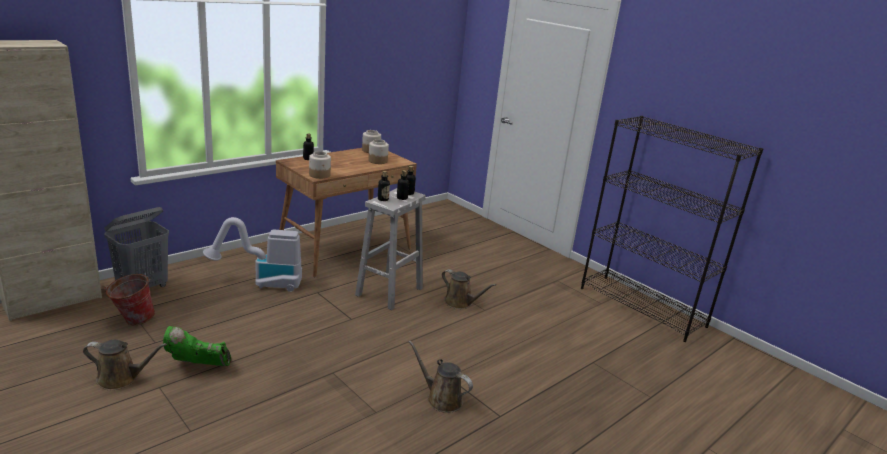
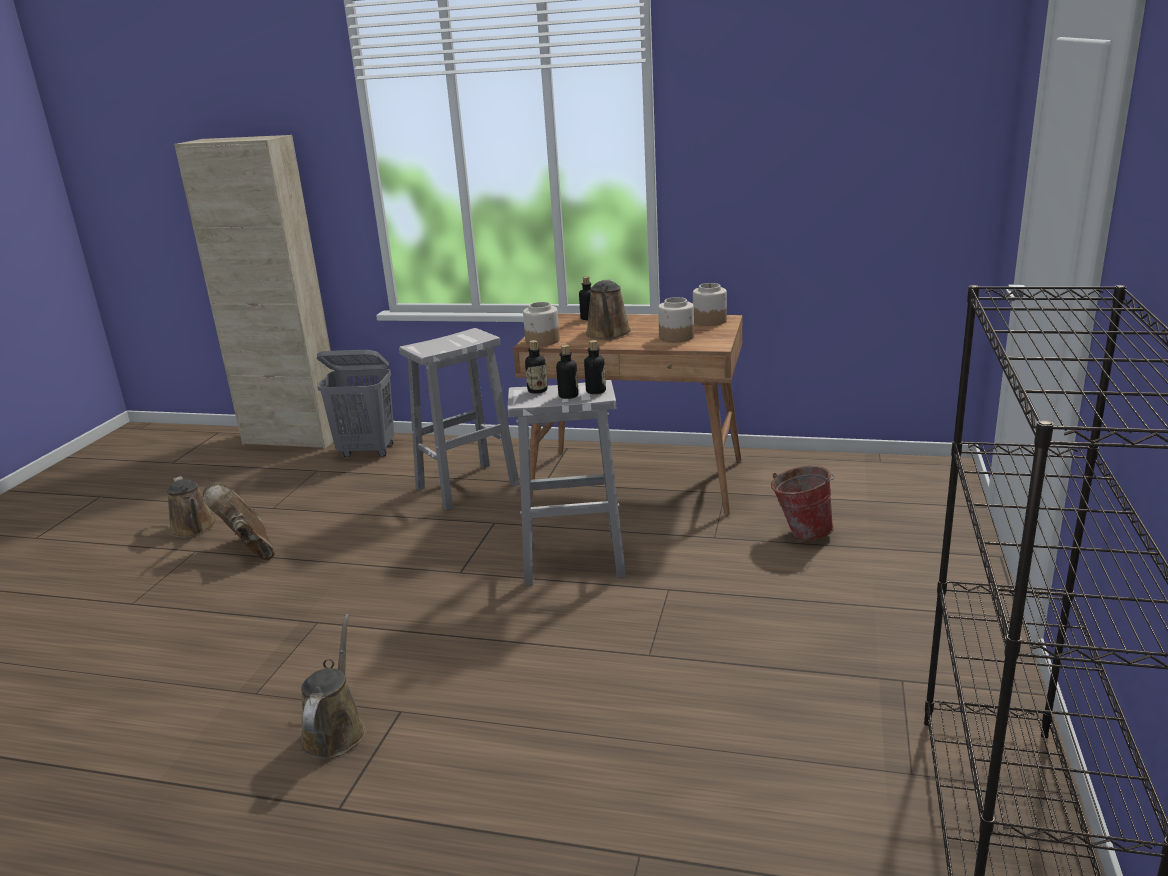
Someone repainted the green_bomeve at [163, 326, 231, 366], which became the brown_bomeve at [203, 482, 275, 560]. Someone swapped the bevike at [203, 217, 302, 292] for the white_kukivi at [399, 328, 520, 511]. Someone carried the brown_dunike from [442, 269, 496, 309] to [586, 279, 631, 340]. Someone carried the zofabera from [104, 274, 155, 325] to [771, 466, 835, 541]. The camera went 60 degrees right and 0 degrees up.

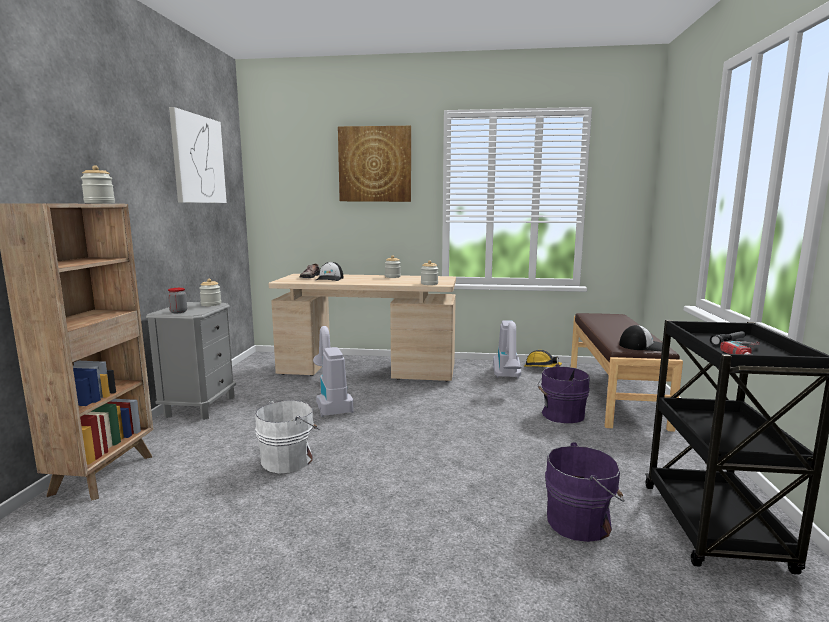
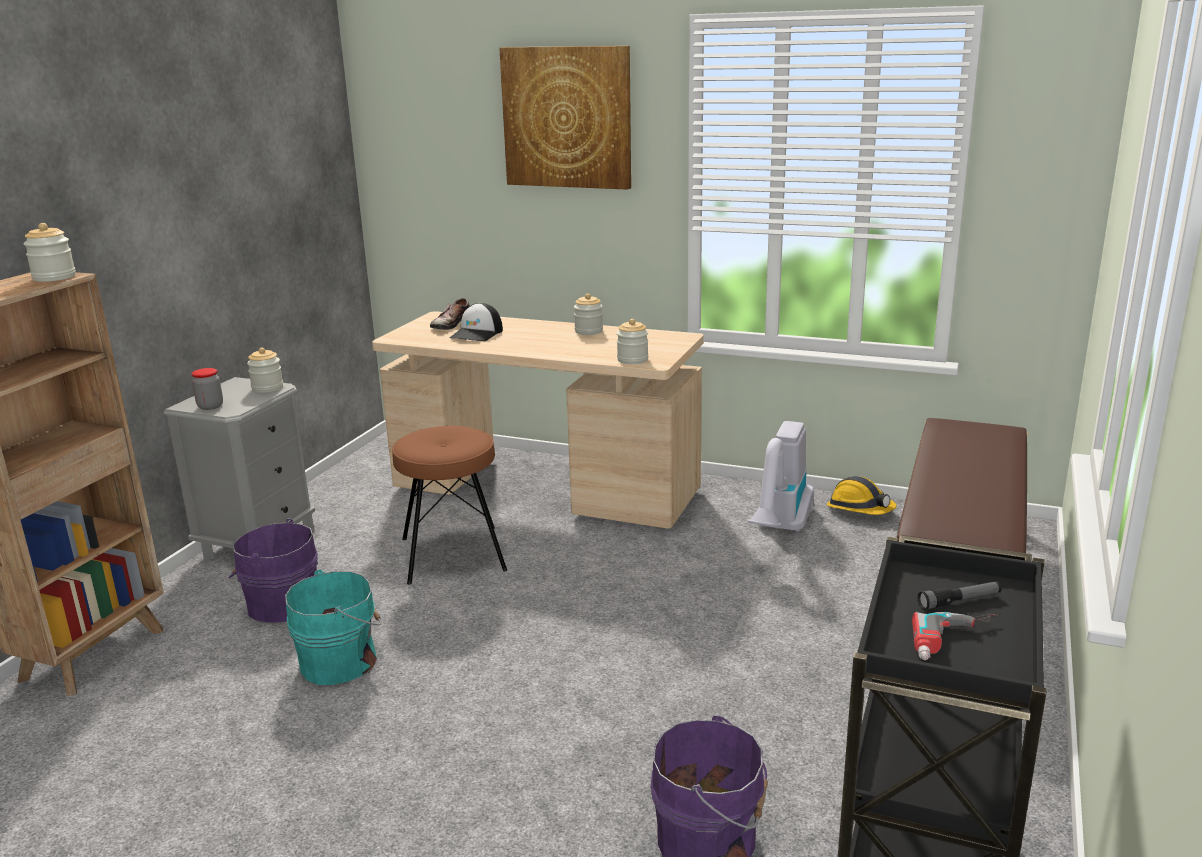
Someone carried the purple_zofabera from [538, 364, 590, 423] to [229, 519, 318, 623]. Someone repainted the white_zofabera at [255, 400, 320, 474], which became the turquoise_zofabera at [285, 569, 382, 685]. Someone swapped the bevike at [313, 326, 354, 417] for the brown_kukivi at [392, 426, 507, 585]. Someone took away the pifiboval at [169, 107, 227, 203]. Someone took away the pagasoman at [619, 325, 663, 351]. The camera went 15 degrees right and 10 degrees up.

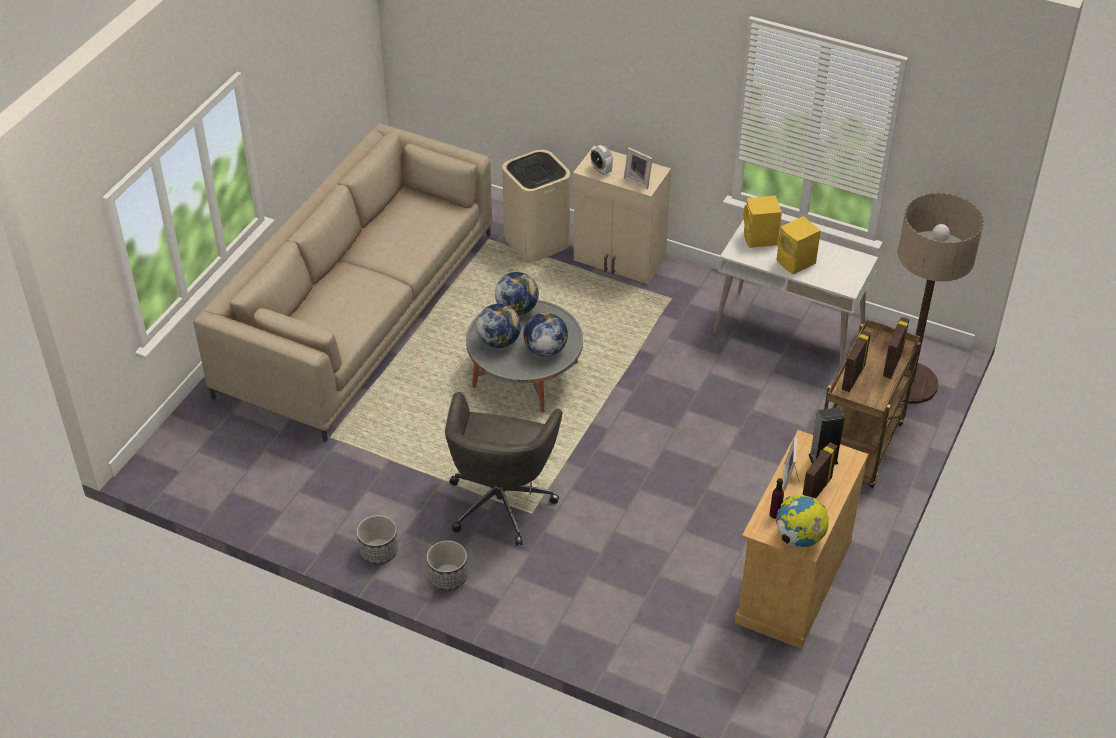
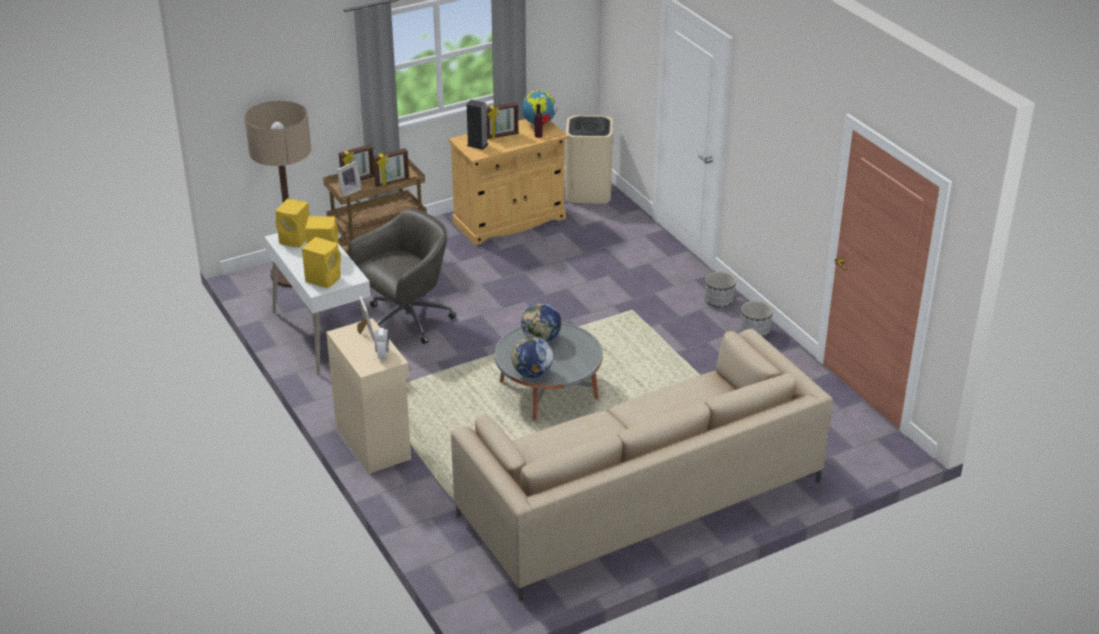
Someone put down the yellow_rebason at [275, 198, 310, 247]. Someone carried the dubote from [783, 436, 799, 490] to [337, 161, 362, 196]. Someone carried the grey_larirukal from [445, 392, 562, 545] to [348, 209, 456, 344]. Someone carried the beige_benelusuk from [502, 150, 570, 262] to [565, 115, 613, 204]. Someone took away the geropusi at [476, 304, 521, 348]. The camera went 145 degrees left and 10 degrees down.

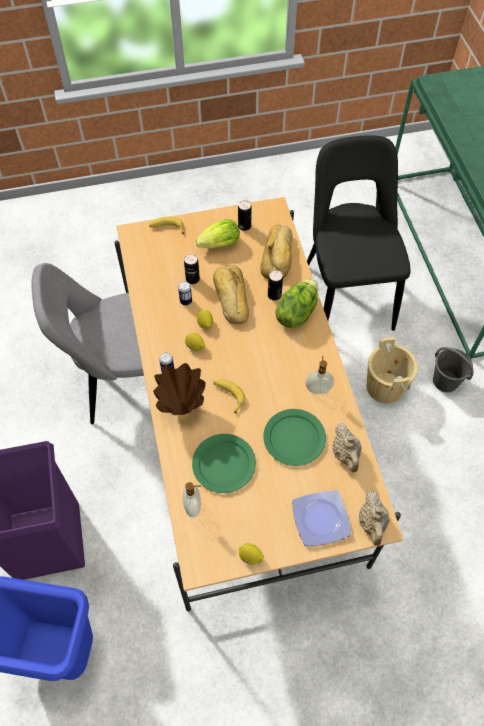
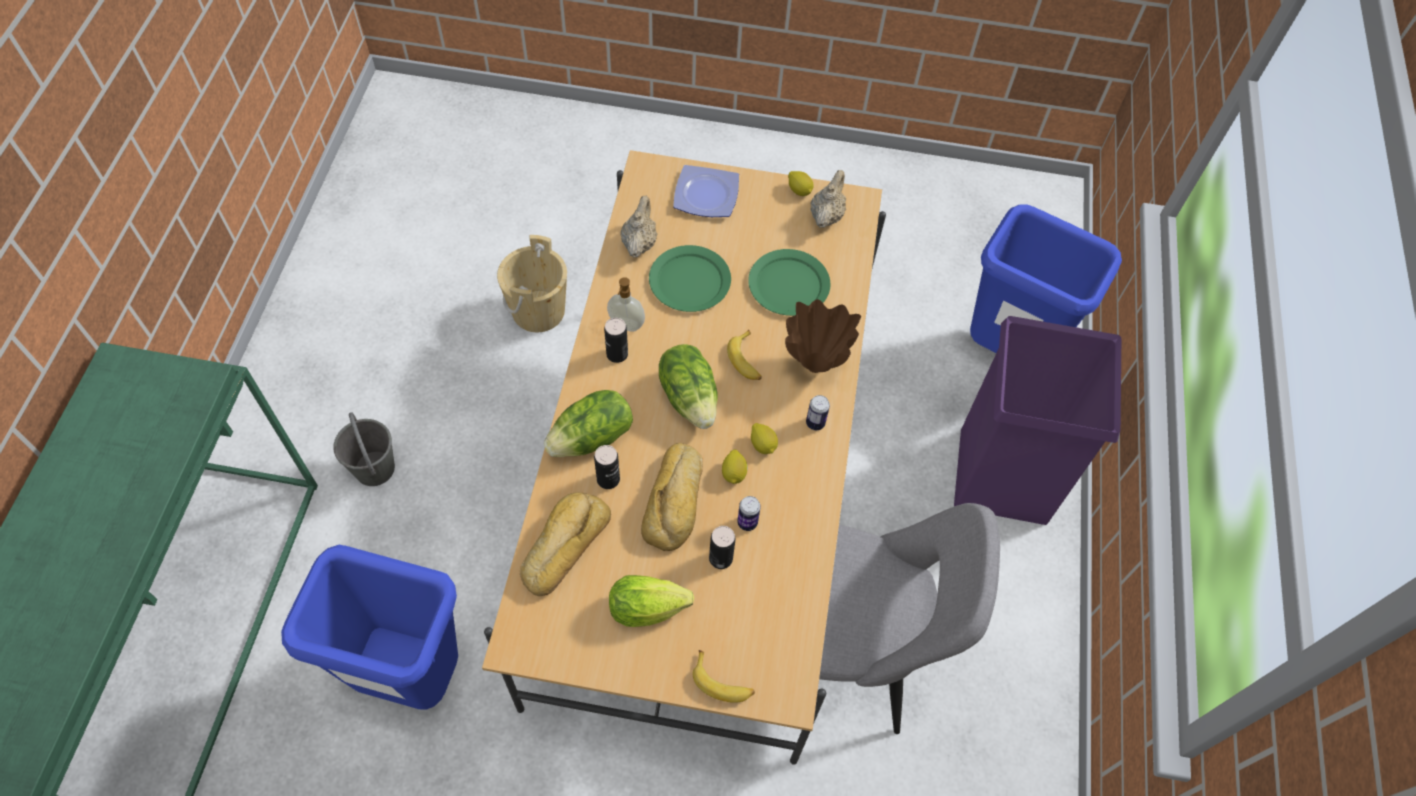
Someone swapped the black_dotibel at [307, 135, 410, 331] for the blue_benelusuk at [281, 545, 458, 710]. Someone carried the beige_zofabera from [367, 337, 418, 404] to [497, 235, 567, 332]. Someone carried the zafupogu from [238, 200, 252, 231] to [604, 318, 628, 363]. Someone put down the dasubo at [659, 344, 718, 429]. Someone carried the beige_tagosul from [359, 491, 390, 546] to [811, 170, 846, 228]. Someone took away the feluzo at [183, 482, 201, 517]. The camera went 160 degrees left and 0 degrees up.

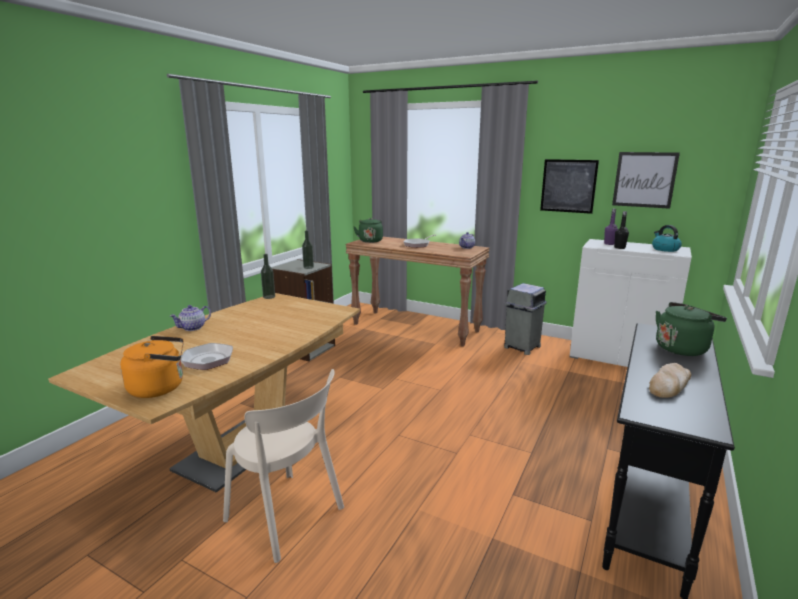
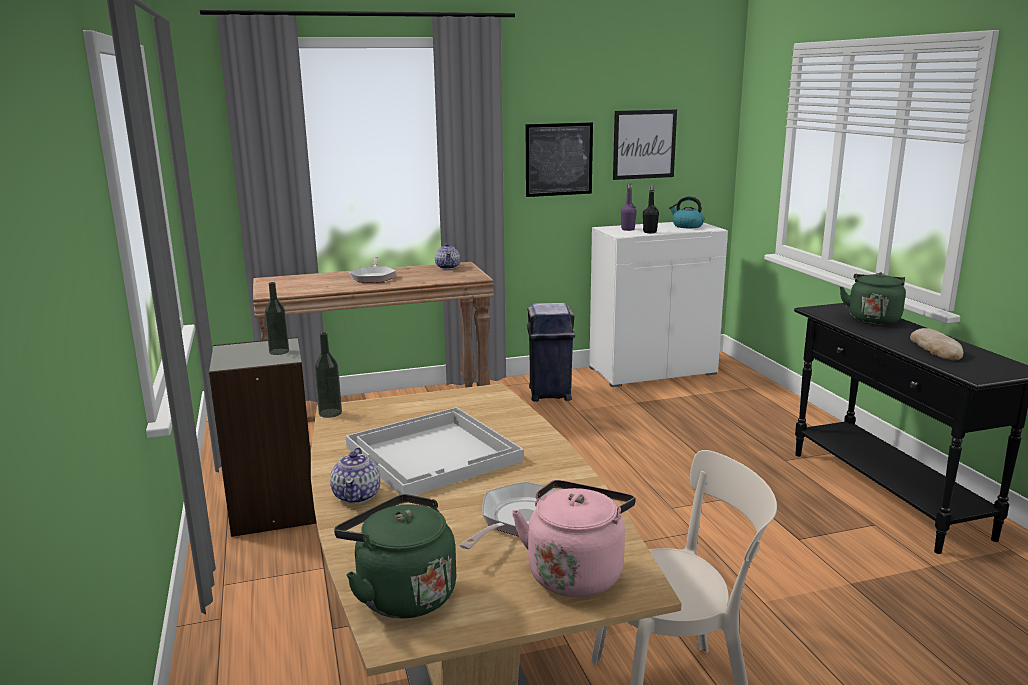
Someone carried the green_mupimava from [354, 218, 383, 243] to [334, 494, 456, 619]. Someone put down the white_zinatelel at [346, 407, 524, 496]. Someone repainted the orange_mupimava at [120, 336, 184, 398], which became the pink_mupimava at [512, 480, 636, 597]. Someone repainted the grey_benelusuk at [504, 283, 547, 355], which became the blue_benelusuk at [527, 303, 575, 401]. The camera went 45 degrees left and 0 degrees up.

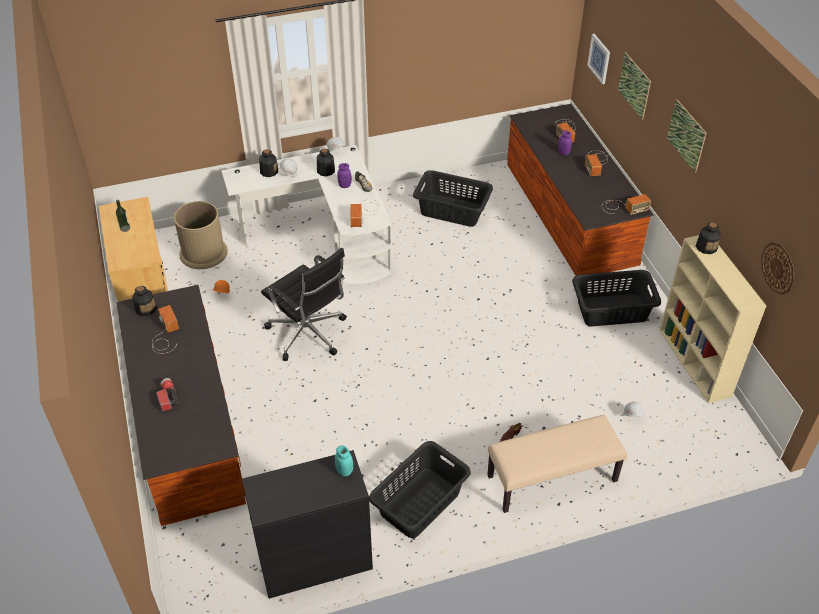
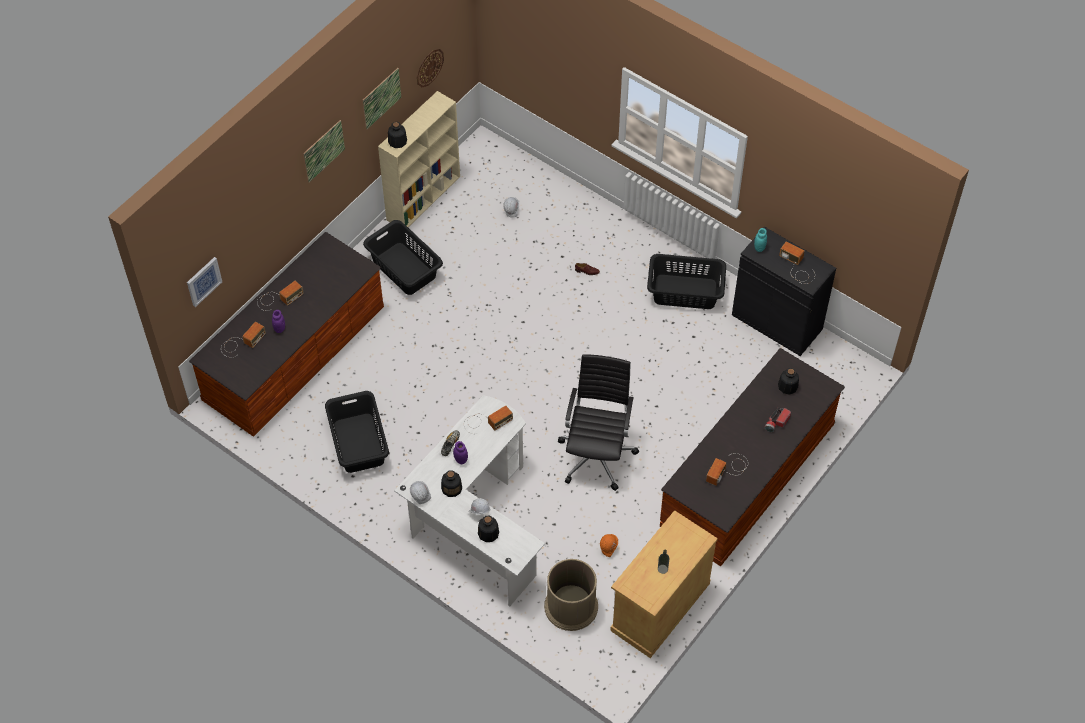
Someone carried the pifiboval from [618, 52, 651, 120] to [363, 68, 401, 129]. Someone carried the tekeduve from [132, 286, 157, 316] to [778, 368, 799, 395]. Someone carried the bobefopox from [602, 194, 651, 215] to [779, 241, 815, 284]. Someone took away the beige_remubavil at [487, 415, 627, 513]. The camera went 125 degrees left and 10 degrees up.

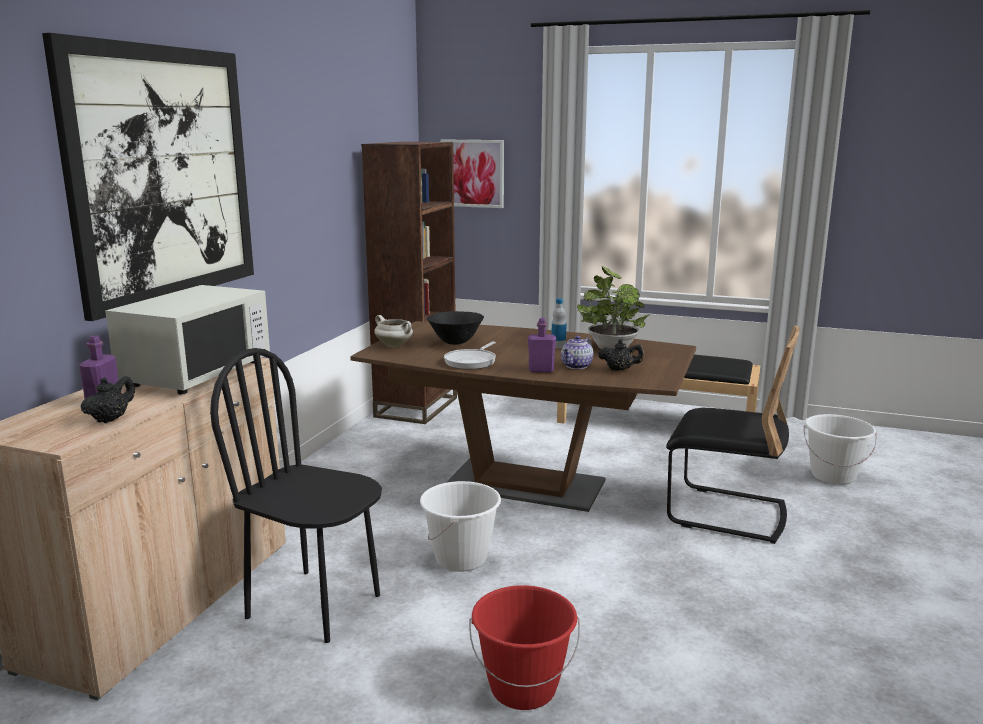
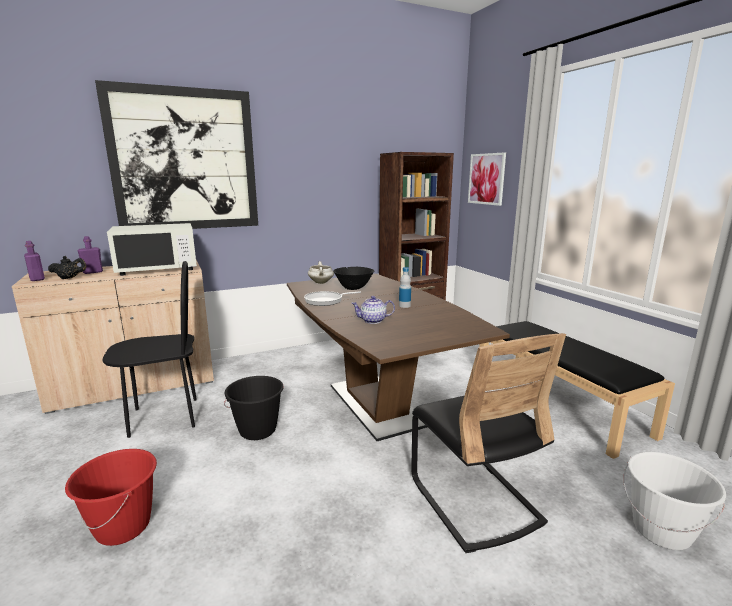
Someone carried the purple_tekeduve from [528, 318, 556, 373] to [24, 241, 45, 281]. Someone rotated the black_dotibel at [210, 348, 382, 643] by 90 degrees clockwise. Someone repainted the white_zofabera at [420, 481, 501, 572], which became the black_zofabera at [224, 376, 284, 440]. Someone took away the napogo at [577, 266, 650, 349]. Someone took away the black_tagosul at [598, 339, 644, 371]. The camera went 45 degrees right and 0 degrees up.

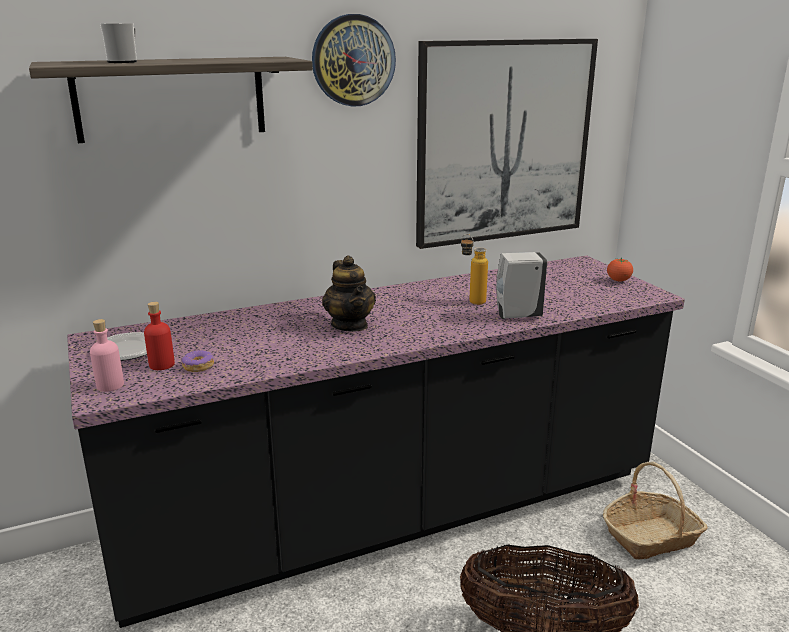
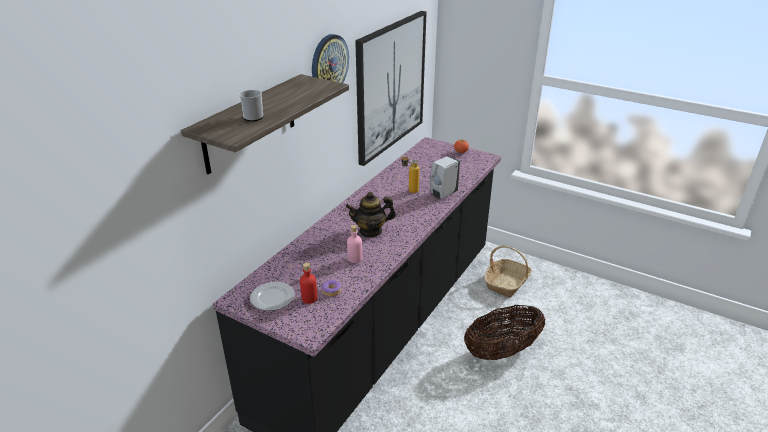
Someone rotated the tagosul at [322, 256, 376, 332] by 135 degrees clockwise. Someone carried the pink_tekeduve from [90, 319, 124, 392] to [347, 225, 362, 263]. The camera went 35 degrees left and 10 degrees up.

